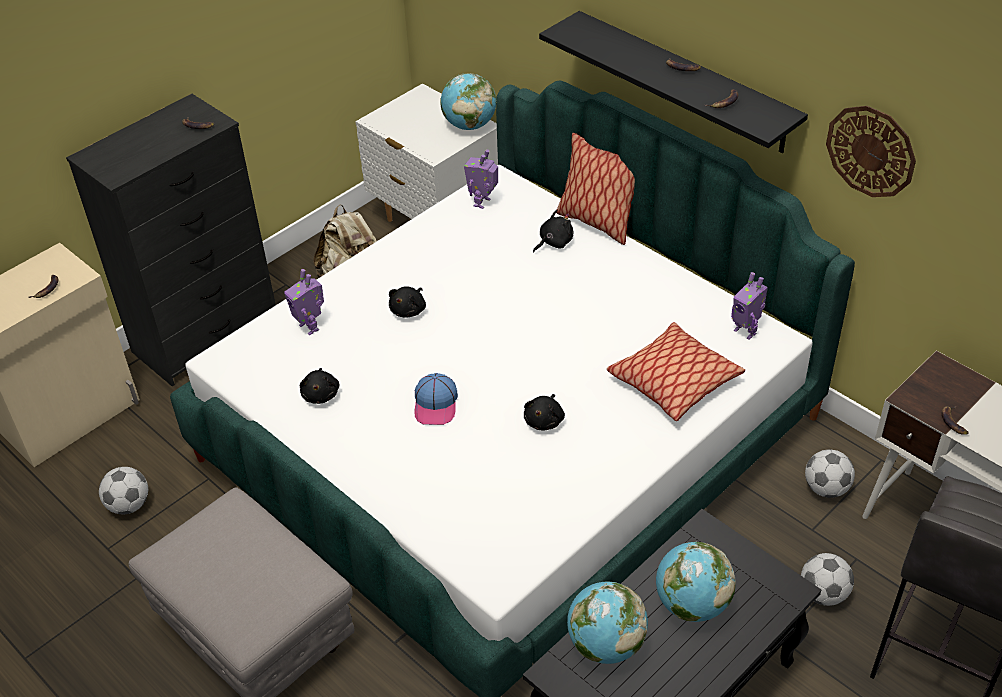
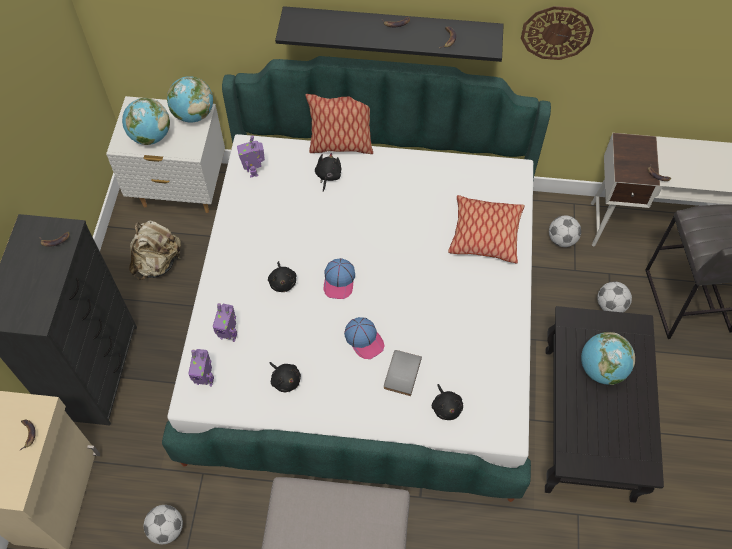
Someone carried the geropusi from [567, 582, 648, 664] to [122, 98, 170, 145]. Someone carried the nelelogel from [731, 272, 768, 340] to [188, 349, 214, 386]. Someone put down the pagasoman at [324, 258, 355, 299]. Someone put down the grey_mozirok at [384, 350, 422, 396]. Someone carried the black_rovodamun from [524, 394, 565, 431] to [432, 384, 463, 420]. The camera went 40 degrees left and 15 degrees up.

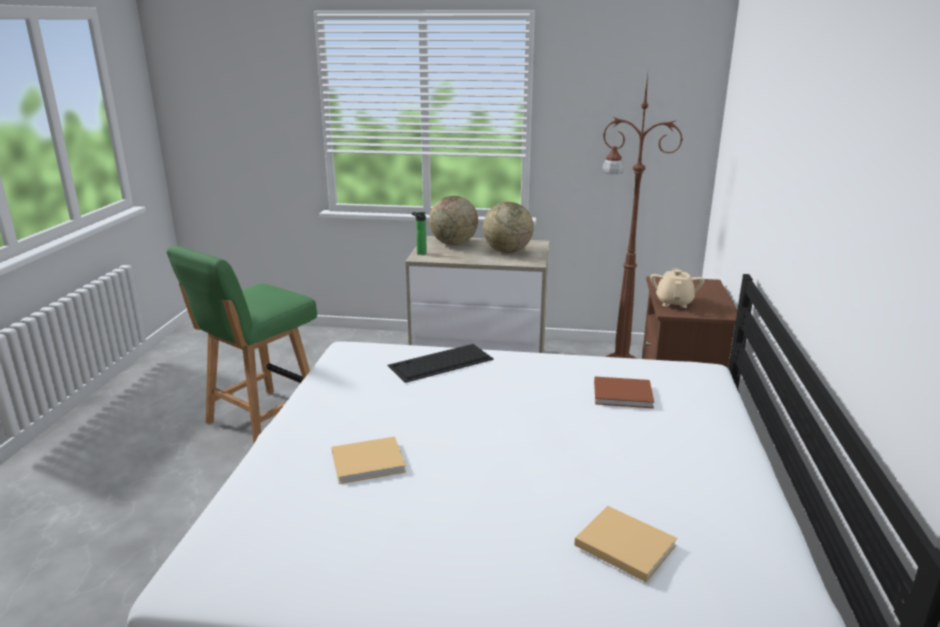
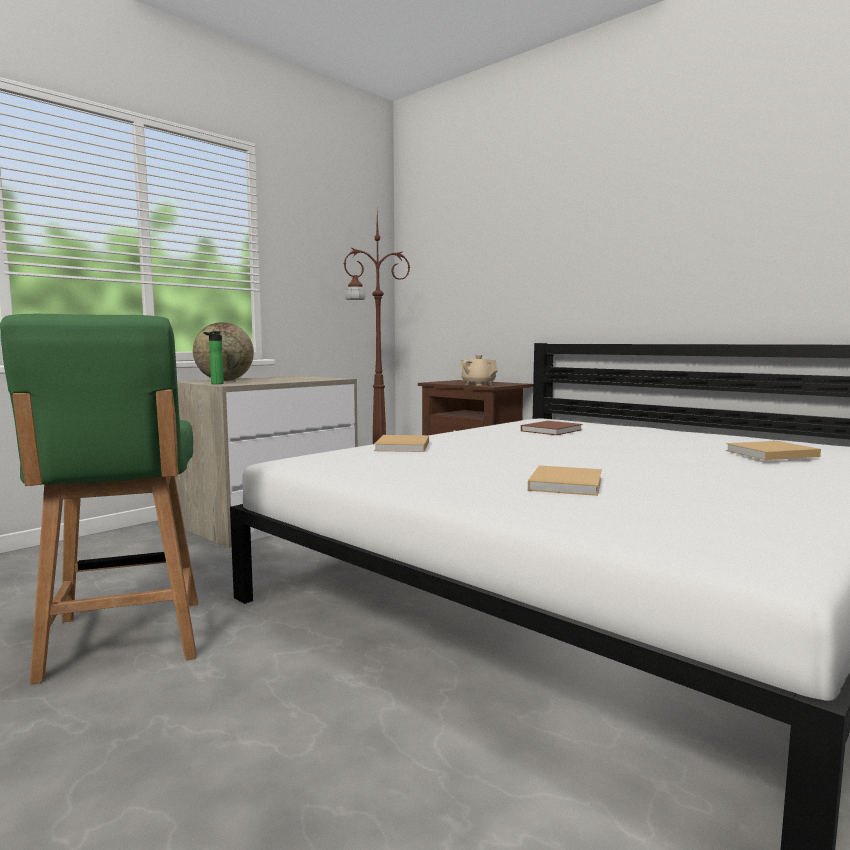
Someone swapped the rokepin at [387, 344, 494, 383] for the beige_mozirok at [374, 435, 429, 452]. Someone took away the geropusi at [483, 202, 534, 253]. The camera went 55 degrees left and 15 degrees down.

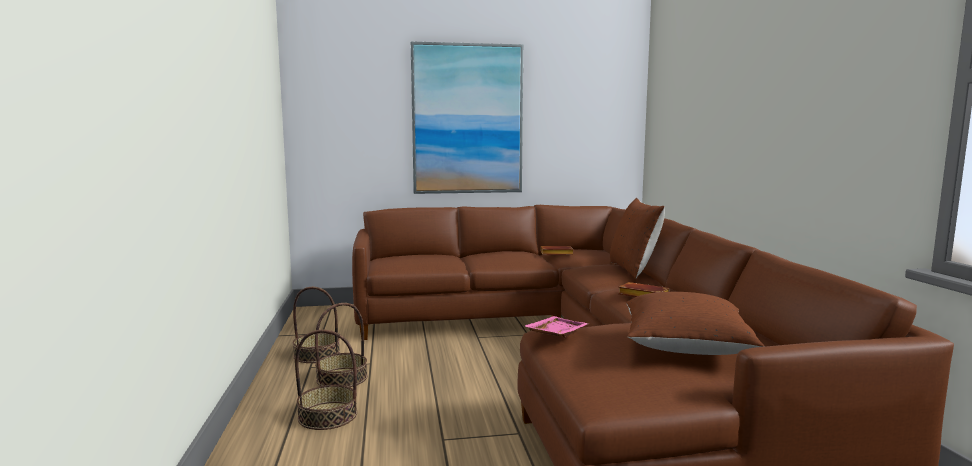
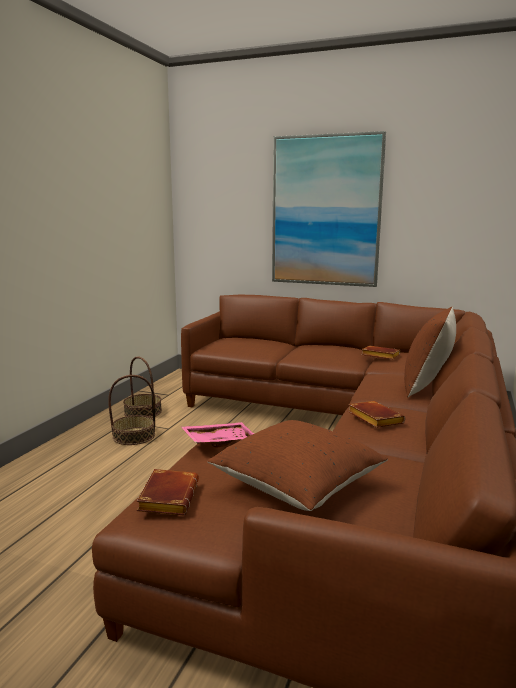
Someone put down the brown_mozirok at [137, 469, 199, 515]. Someone took away the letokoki at [295, 330, 357, 430]. The camera went 30 degrees right and 5 degrees up.

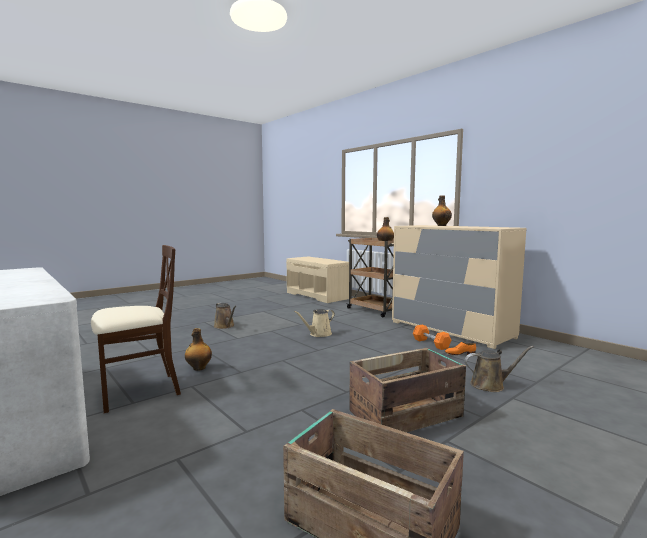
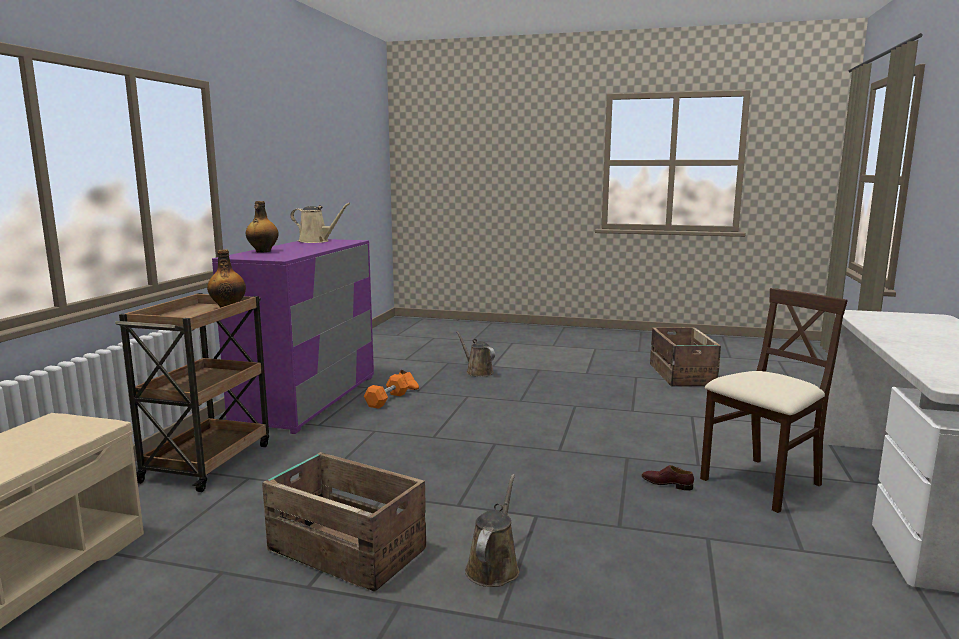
Someone repainted the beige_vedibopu at [392, 225, 526, 349], which became the purple_vedibopu at [212, 239, 374, 434]. Someone carried the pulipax from [349, 348, 466, 433] to [262, 452, 426, 592]. Someone carried the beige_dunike from [294, 309, 335, 337] to [291, 203, 350, 243]. Someone swapped the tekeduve at [185, 328, 212, 370] for the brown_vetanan at [642, 465, 694, 491]. Someone rotated the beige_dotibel at [91, 245, 181, 413] by 120 degrees clockwise. The camera went 125 degrees left and 5 degrees up.

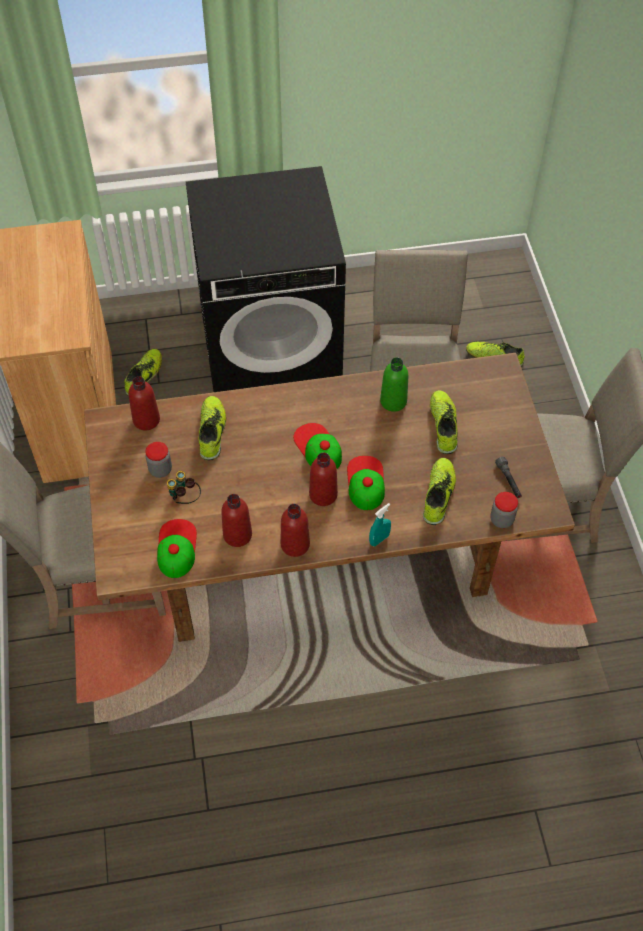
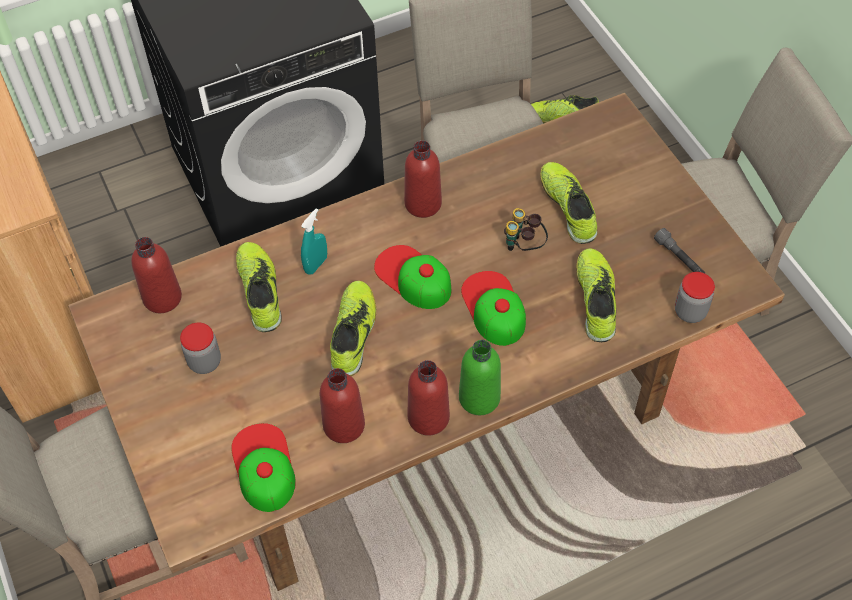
Someone carried the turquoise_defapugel from [369, 503, 391, 546] to [301, 208, 327, 275]. Someone carried the vetanan from [124, 349, 162, 395] to [330, 281, 376, 376]. Someone carried the red_tekeduve from [309, 453, 338, 506] to [404, 140, 442, 218]. Someone carried the green_tekeduve from [380, 357, 408, 412] to [459, 340, 501, 415]. Someone carried the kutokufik from [167, 471, 201, 504] to [504, 208, 548, 251]. The camera went 15 degrees left and 0 degrees up.

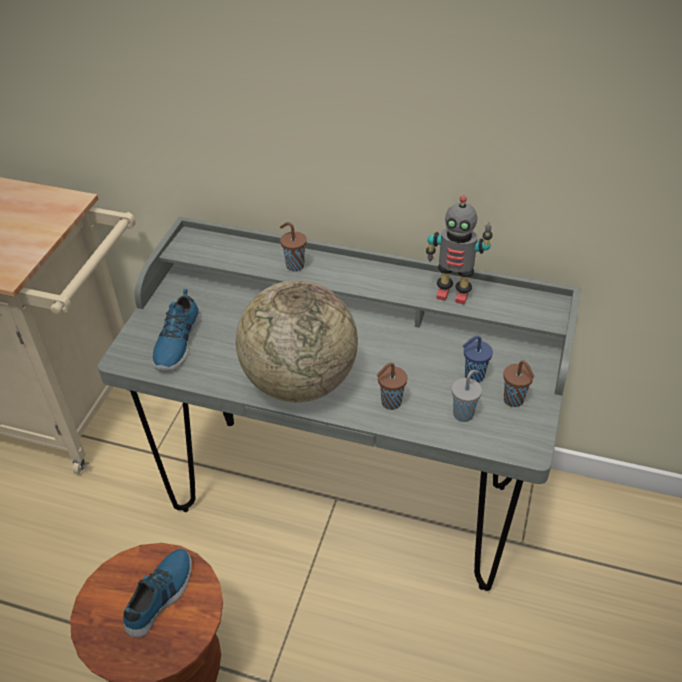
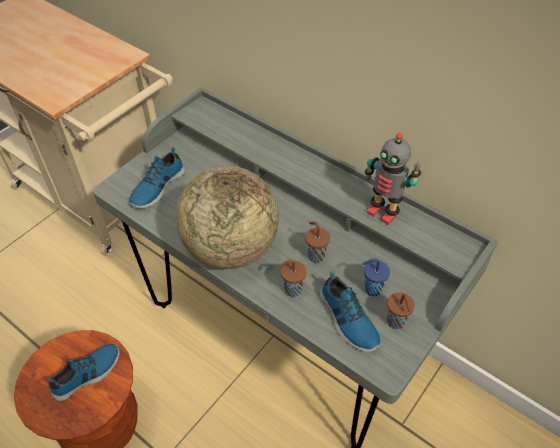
Someone carried the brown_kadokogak from [280, 222, 307, 272] to [306, 222, 330, 263]. Someone swapped the grey_kadokogak at [452, 370, 482, 422] for the vetanan at [320, 271, 382, 352]. The camera went 20 degrees right and 5 degrees up.

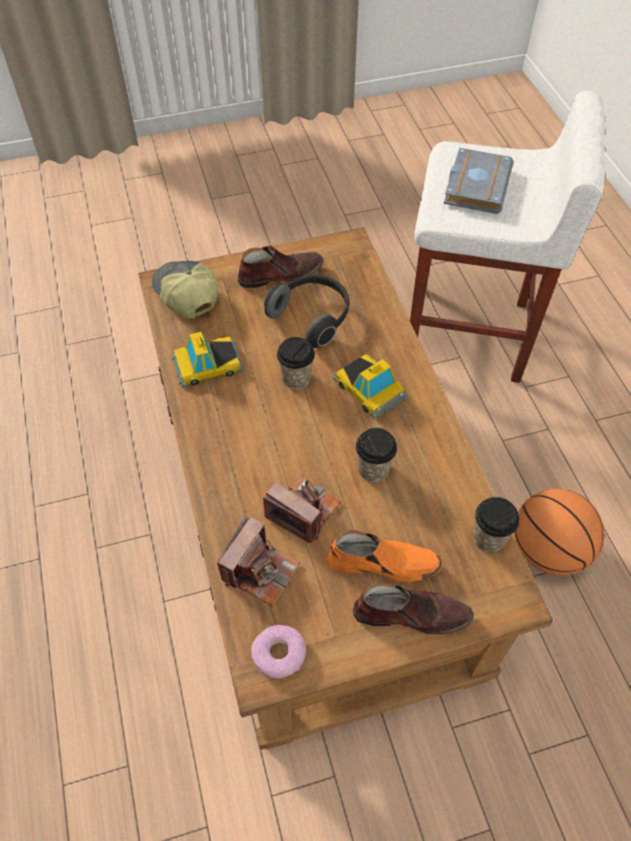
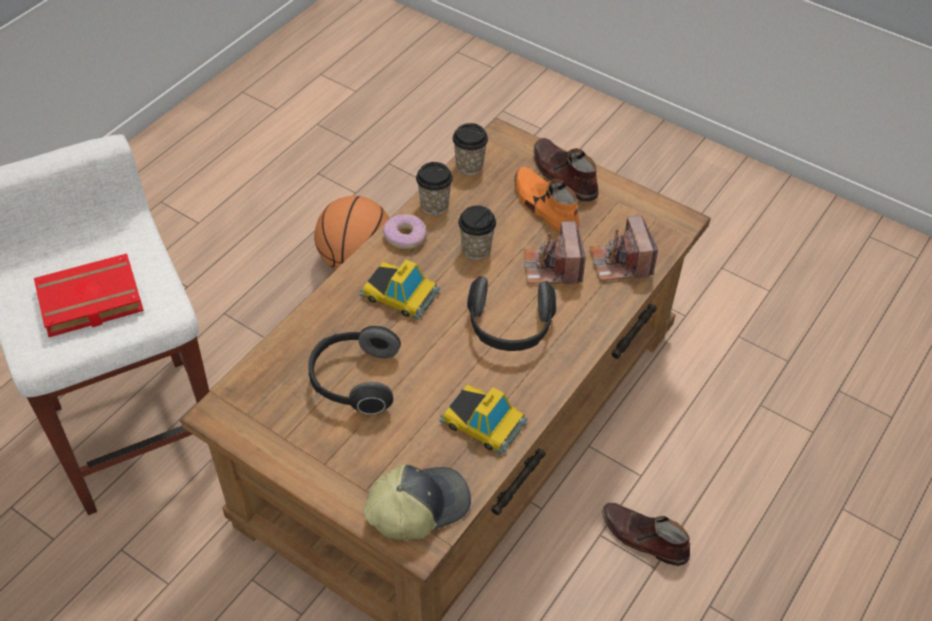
Someone repainted the grey_mozirok at [444, 148, 514, 214], which became the red_mozirok at [34, 253, 144, 337]. Someone rotated the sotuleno at [333, 354, 408, 419] by 105 degrees clockwise. Someone rotated the pagasoman at [152, 261, 218, 319] by 135 degrees counterclockwise. Someone carried the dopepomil from [251, 625, 306, 679] to [383, 214, 427, 249]. Someone carried the kadokogak from [277, 337, 315, 390] to [416, 162, 453, 215]. Someone put down the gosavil at [467, 276, 557, 351]. Someone rotated the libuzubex at [217, 515, 300, 606] by 90 degrees counterclockwise. Someone carried the brown_vetanan from [238, 246, 324, 288] to [602, 503, 690, 566]. The camera went 130 degrees left and 5 degrees down.

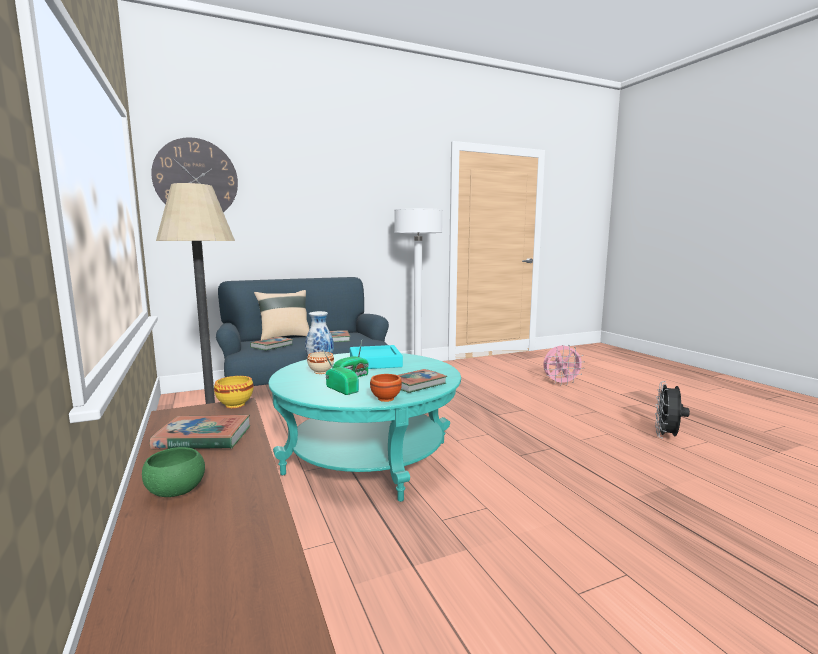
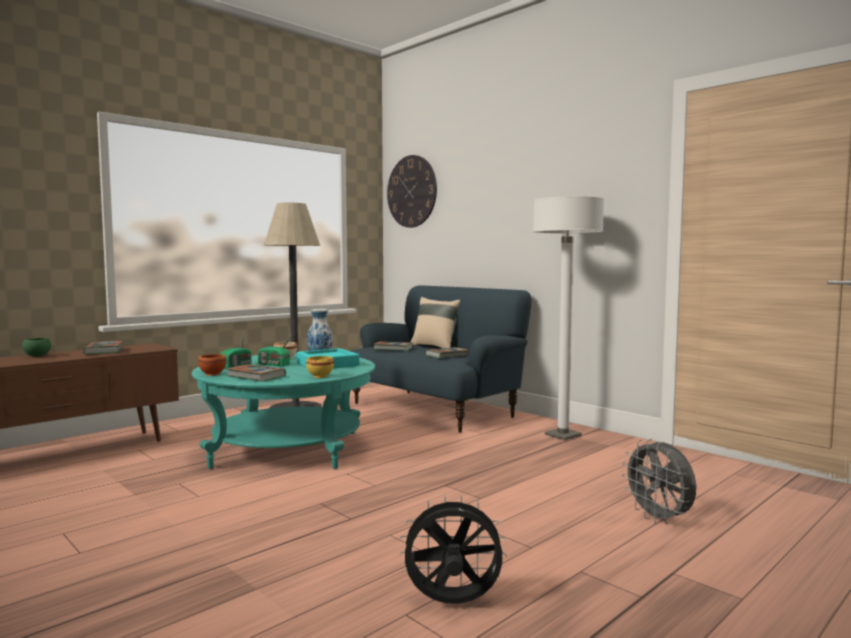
Someone carried the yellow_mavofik from [214, 376, 254, 408] to [306, 356, 334, 378]. Someone repainted the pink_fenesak at [543, 345, 585, 384], which became the grey_fenesak at [622, 439, 696, 524]. The camera went 70 degrees right and 5 degrees down.

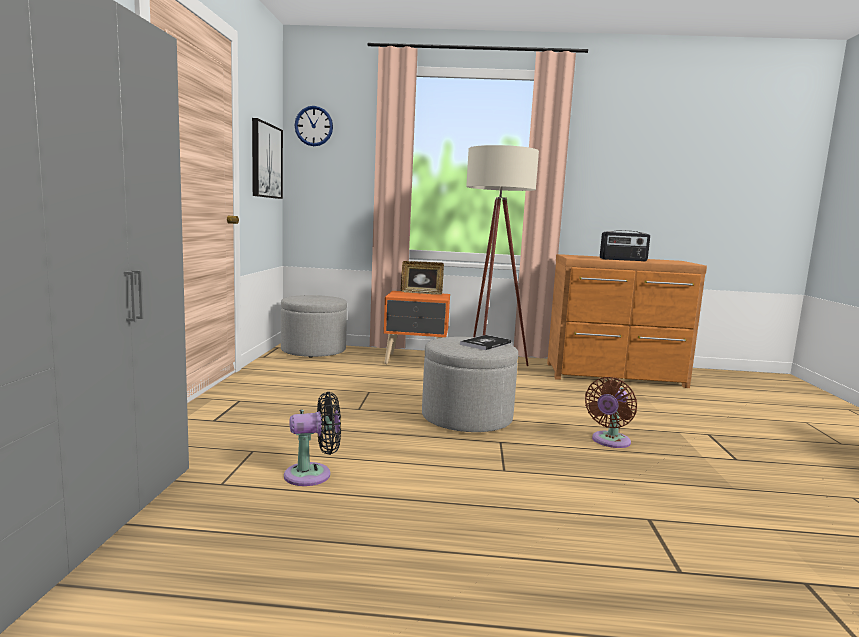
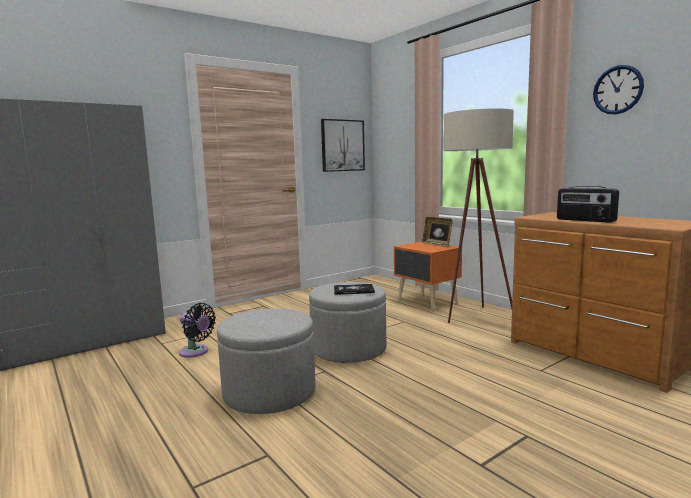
Someone carried the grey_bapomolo from [281, 295, 347, 358] to [217, 308, 316, 414]. Someone carried the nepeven from [295, 106, 333, 146] to [593, 65, 644, 114]. Someone took away the brown_fenesak at [585, 377, 637, 448]. The camera went 50 degrees right and 0 degrees up.

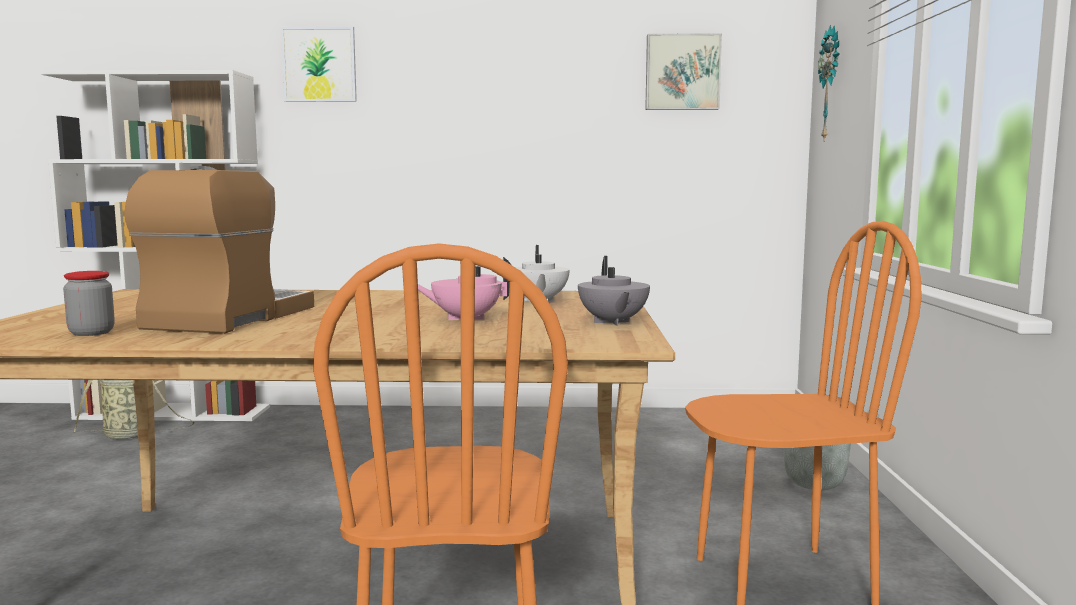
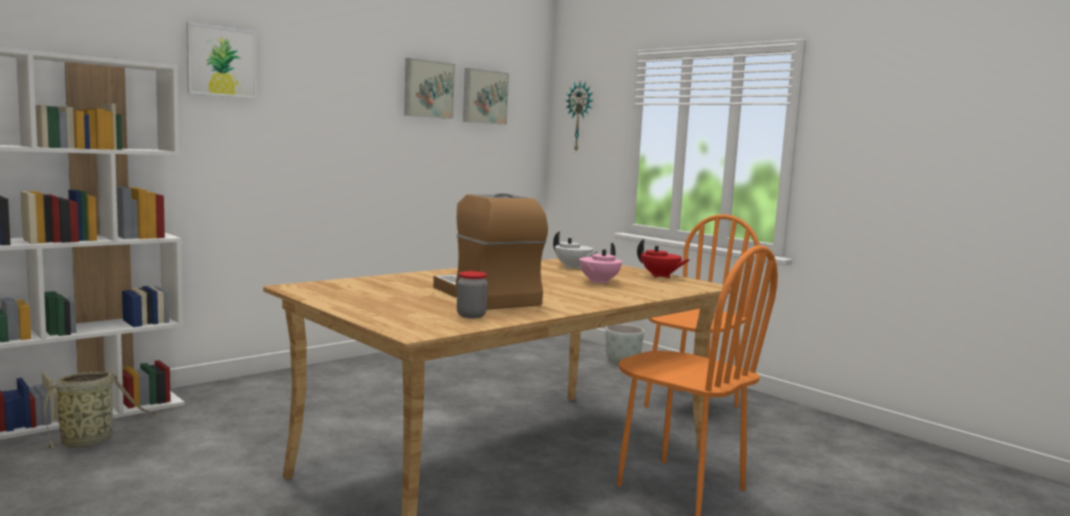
Someone put up the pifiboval at [404, 58, 455, 119]. Someone repainted the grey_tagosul at [578, 256, 650, 326], which became the red_tagosul at [637, 239, 689, 278]. The camera went 45 degrees left and 0 degrees up.

